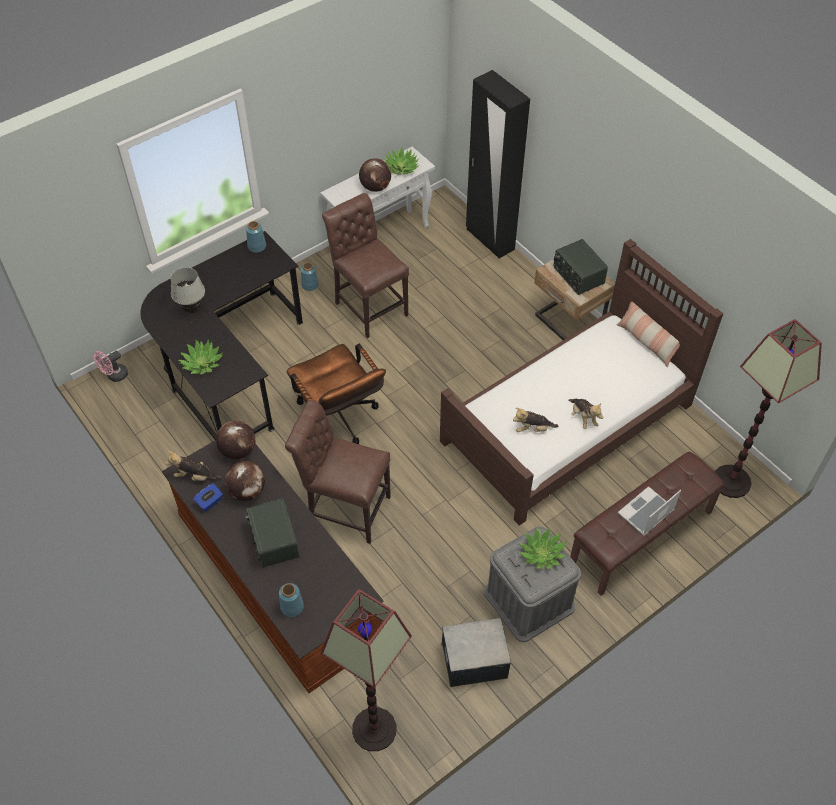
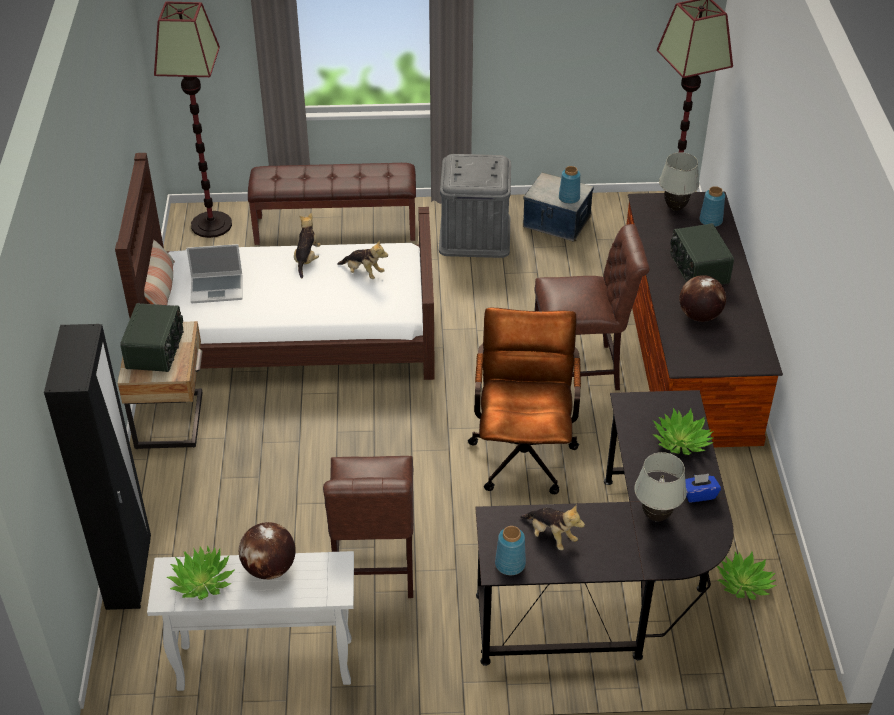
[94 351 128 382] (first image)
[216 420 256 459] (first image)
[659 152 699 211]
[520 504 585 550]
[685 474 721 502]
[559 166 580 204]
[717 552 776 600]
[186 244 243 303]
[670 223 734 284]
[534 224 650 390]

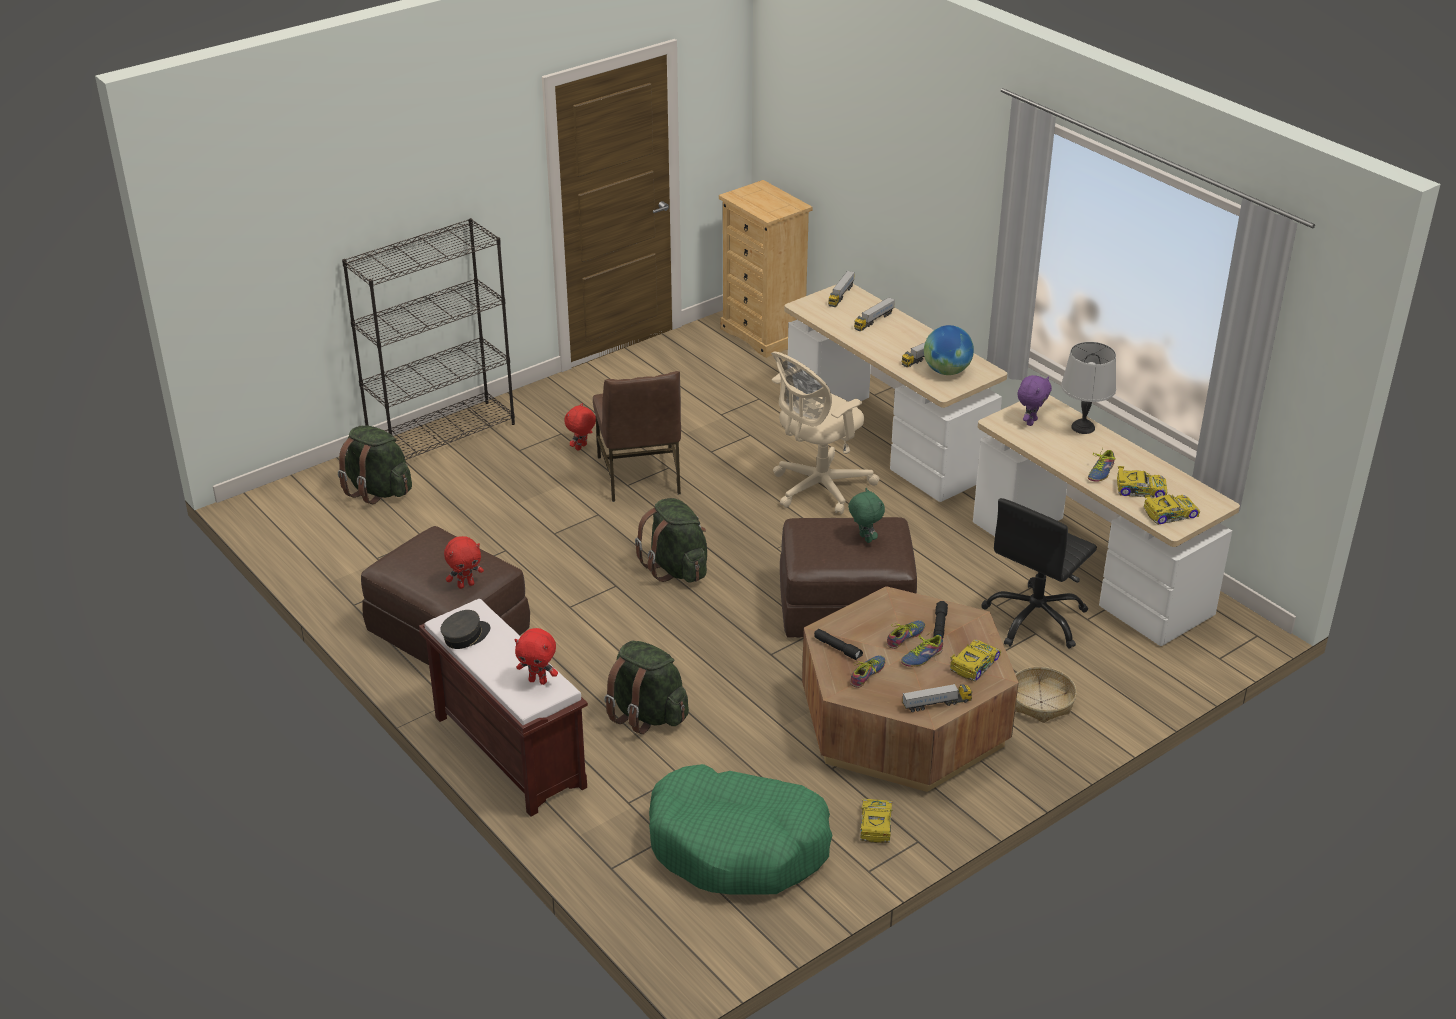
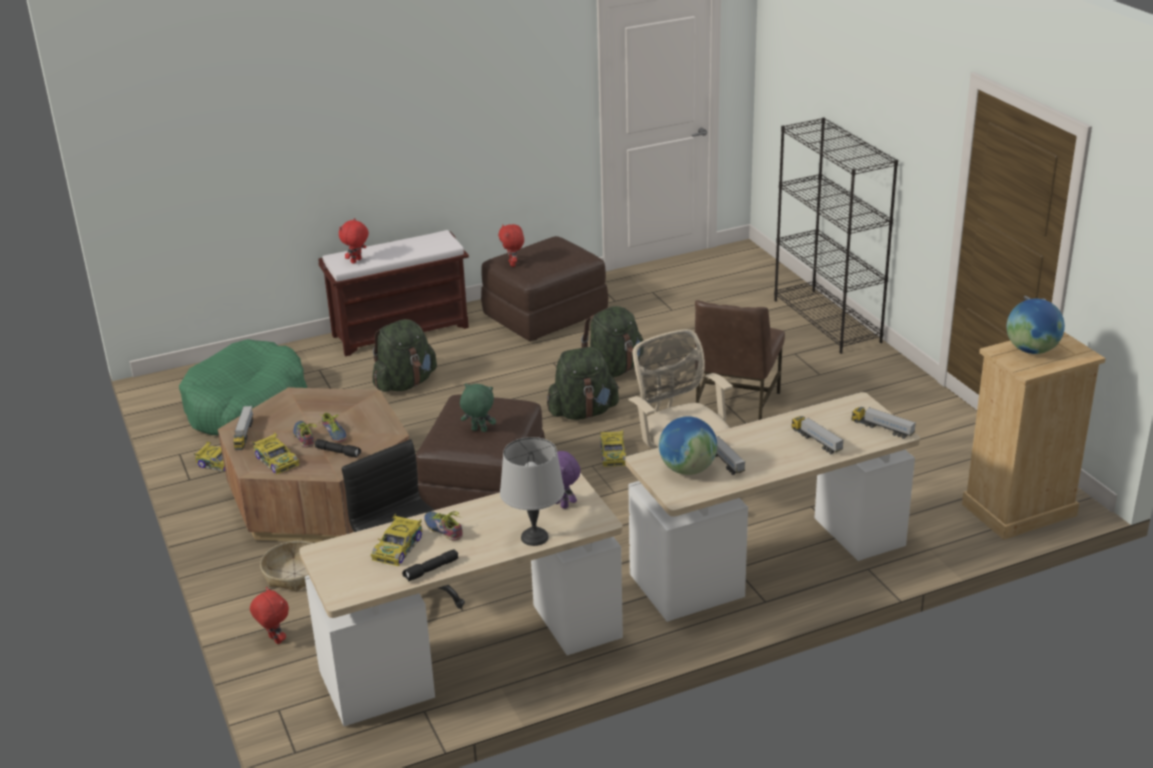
[441 610 490 649] (first image)
[850 655 885 688] (first image)
[1007 299 1065 354]
[581 306 643 377]
[250 587 289 644]
[402 549 458 581]
[600 430 626 467]
[695 300 785 420]
[460 383 496 432]

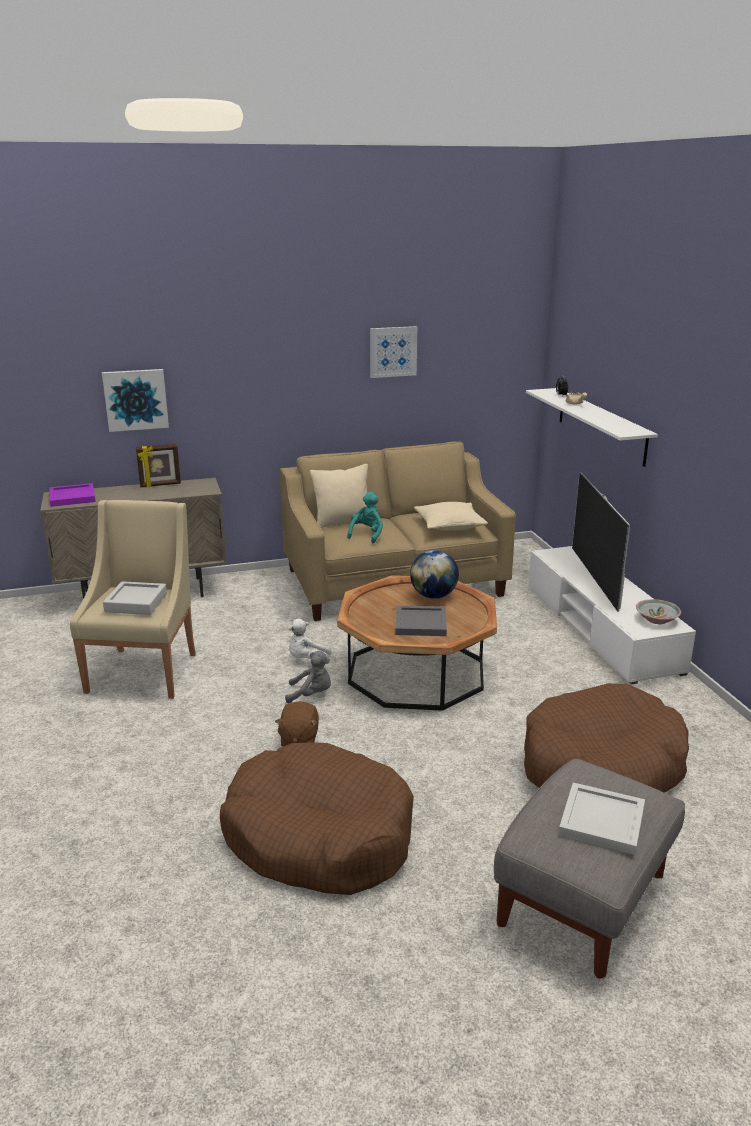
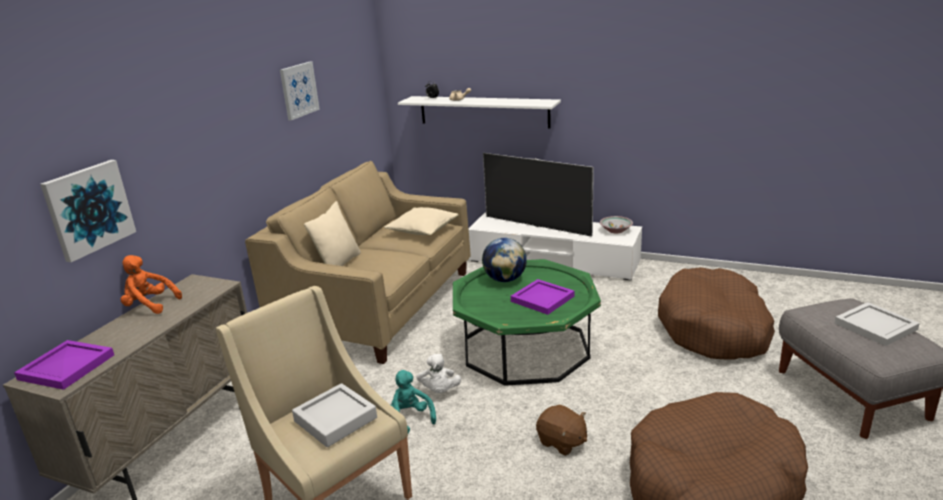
[285 651 331 703] (first image)
[391 370 436 433]
[120 255 182 314]
[453 259 601 386]
[511 279 574 315]

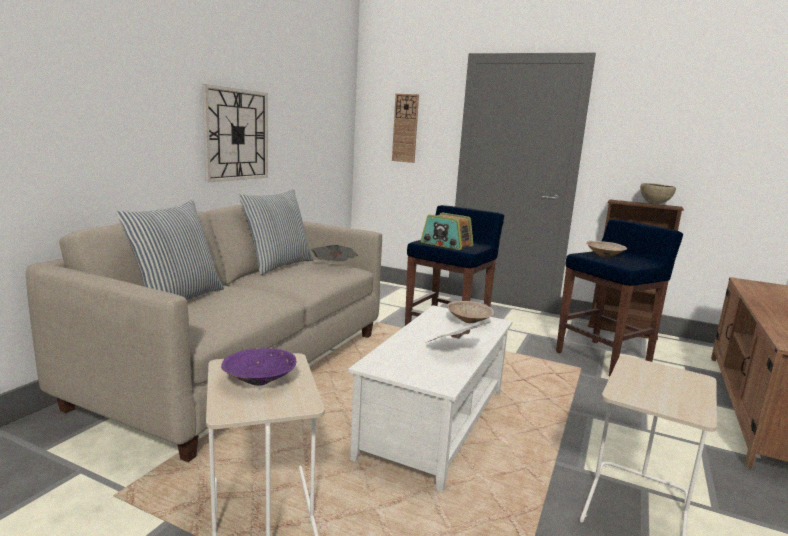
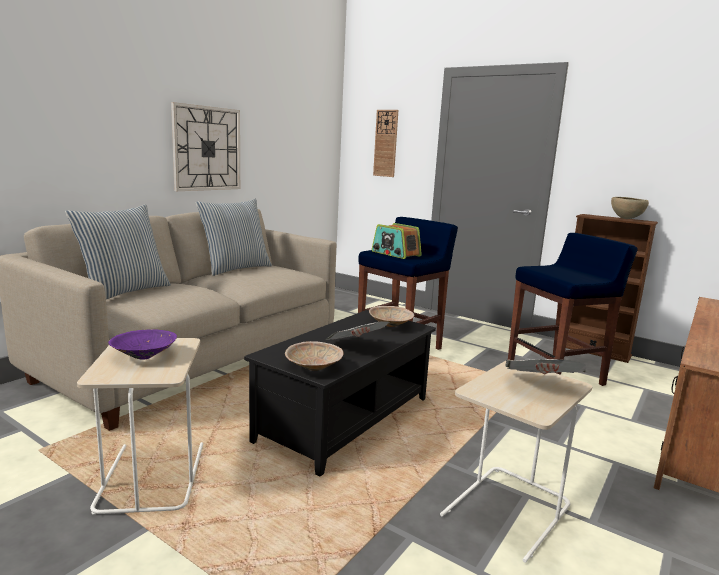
[505 359 586 375]
[285 341 343 371]
[244 310 436 476]

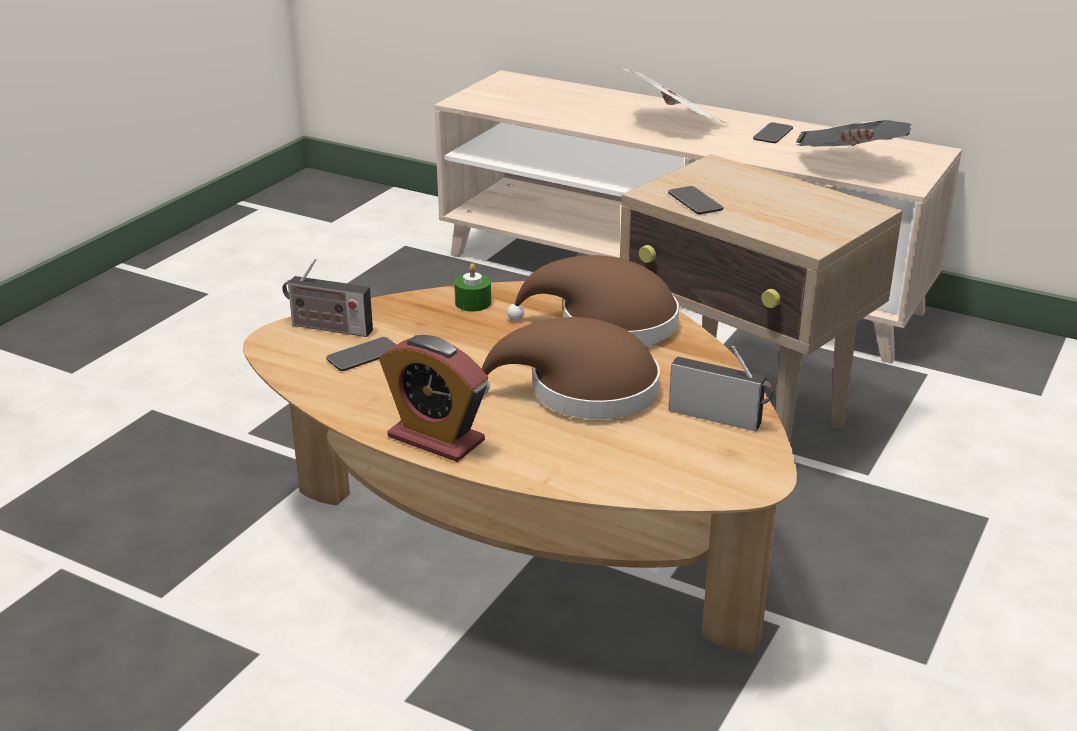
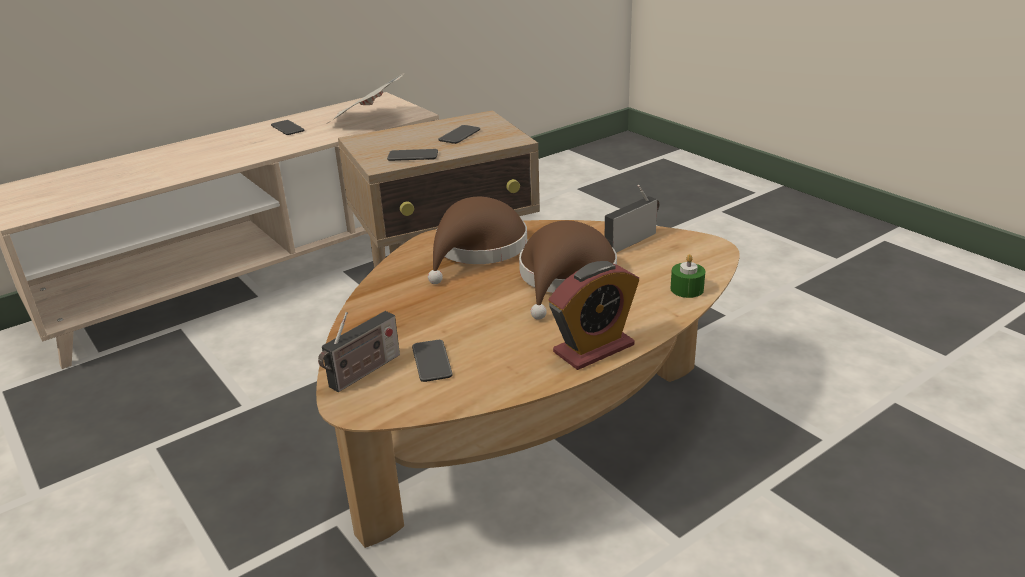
[624 69 730 123] (first image)
[439 125 480 144]
[670 254 705 298]

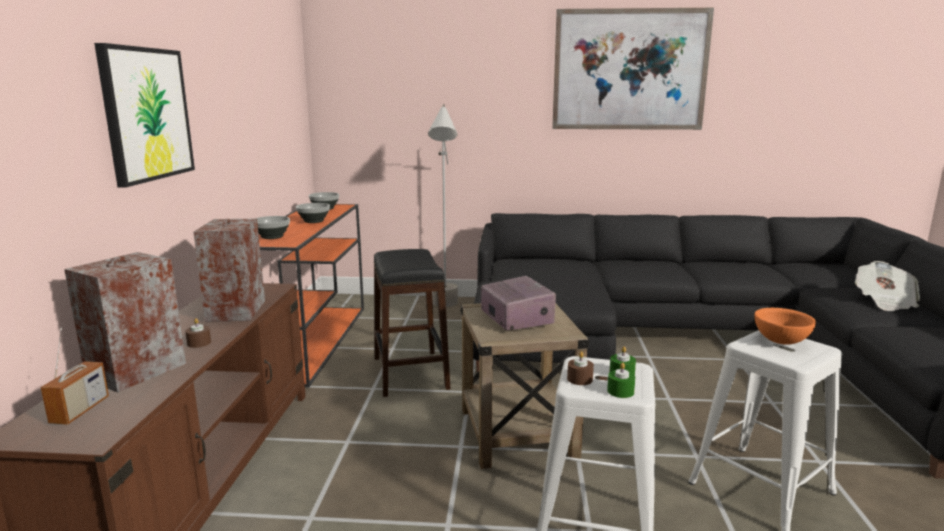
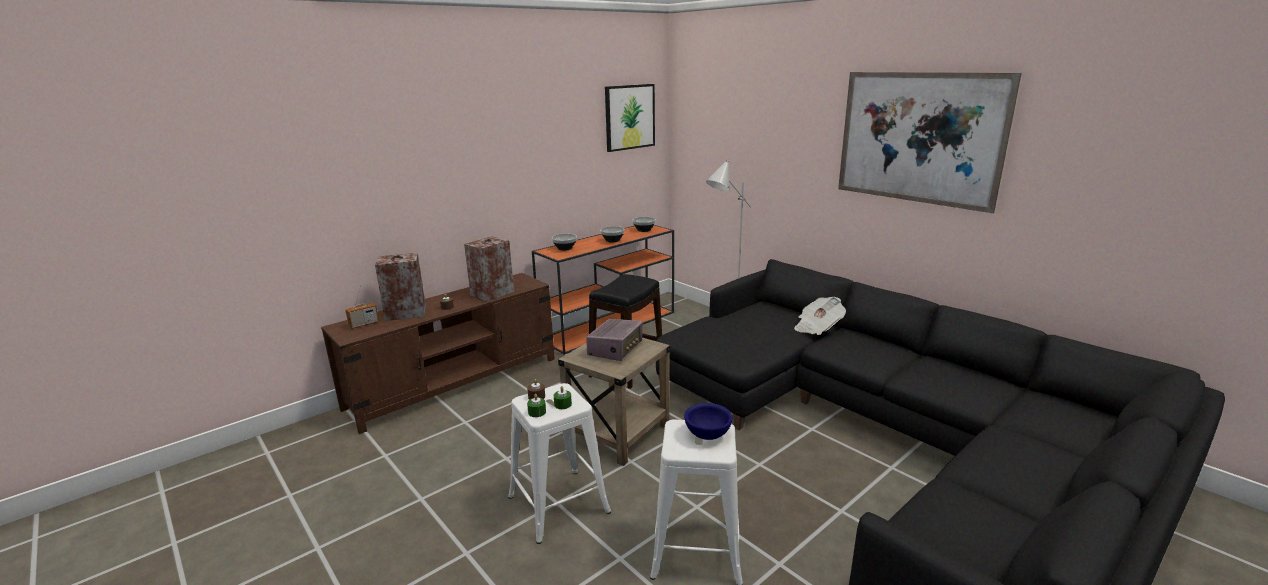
[605 84 655 152]
[794 297 846 335]
[684 403 733 440]

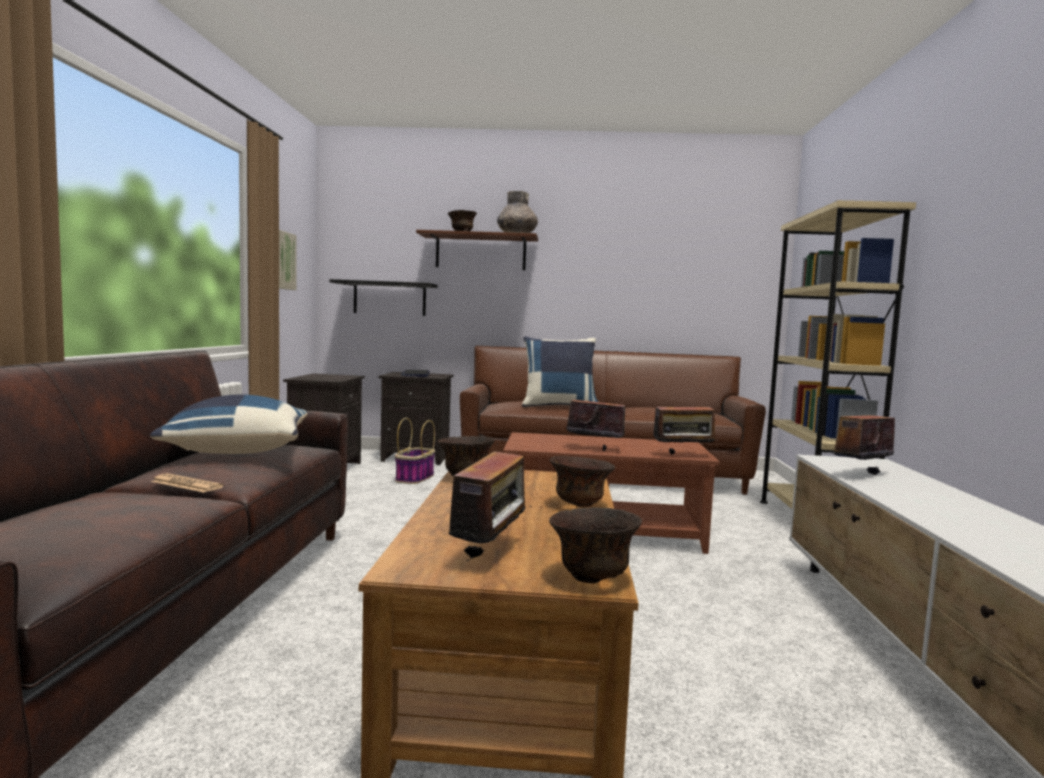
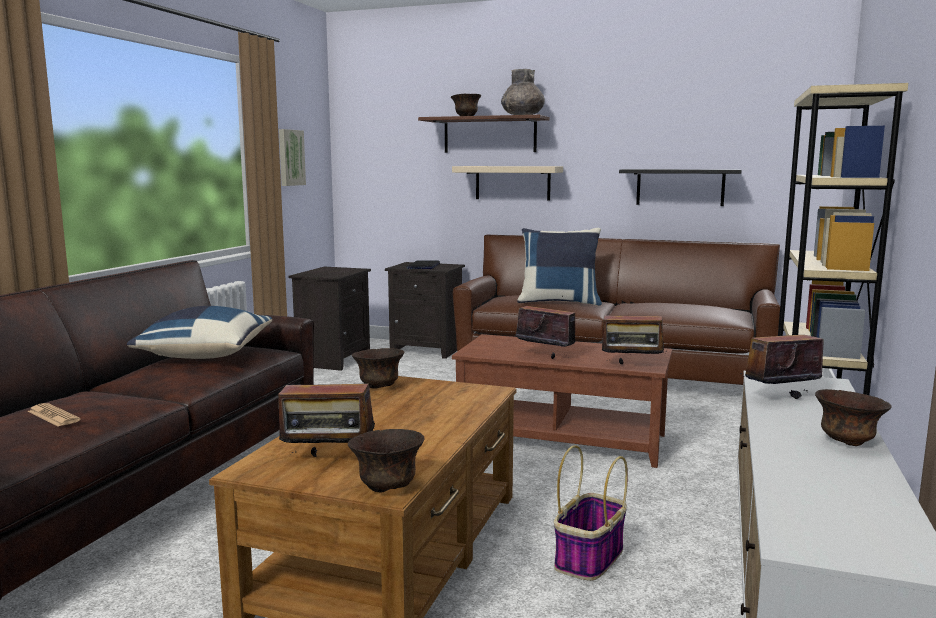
[452 166 563 201]
[27 403 80 427]
[619 169 742 206]
[554 445 628 581]
[815 389 892 446]
[278 370 375 457]

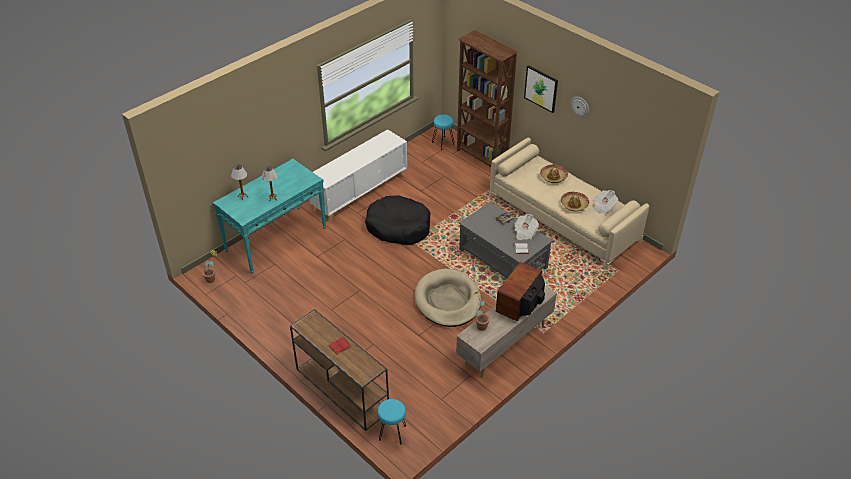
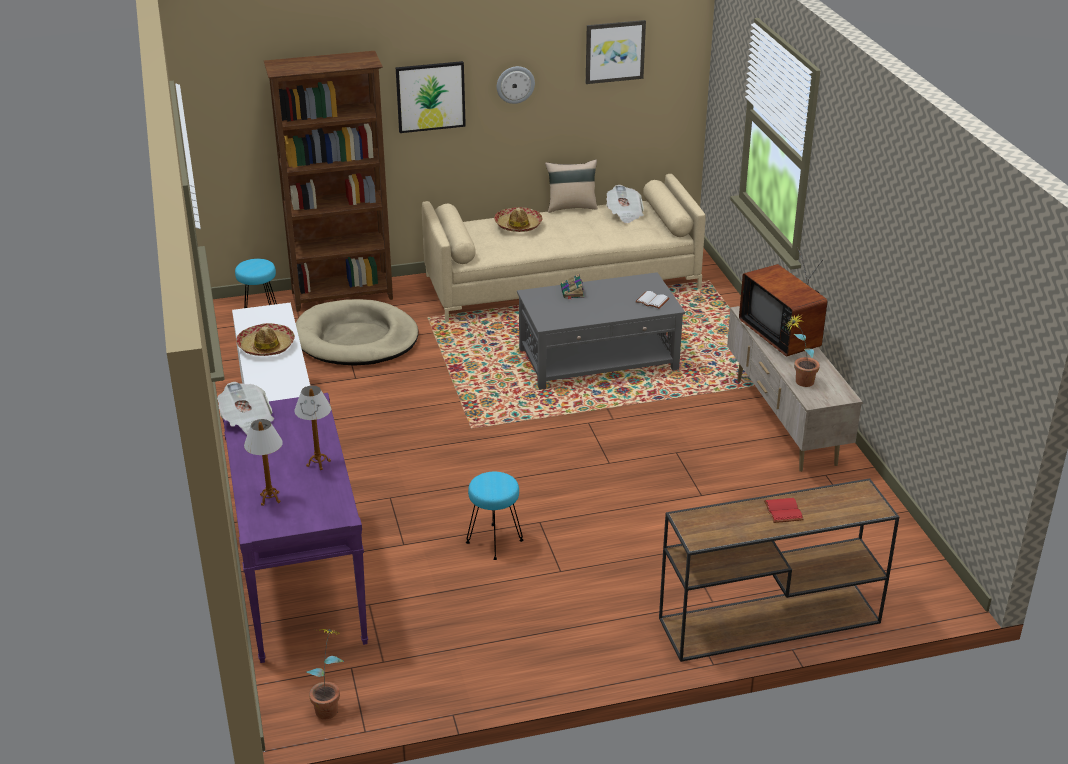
[365 195 430 245] (first image)
[545 159 598 213]
[586 20 646 84]
[466 472 523 560]
[296 299 418 366]
[217 382 274 434]
[236 323 295 356]
[223 393 368 663]

